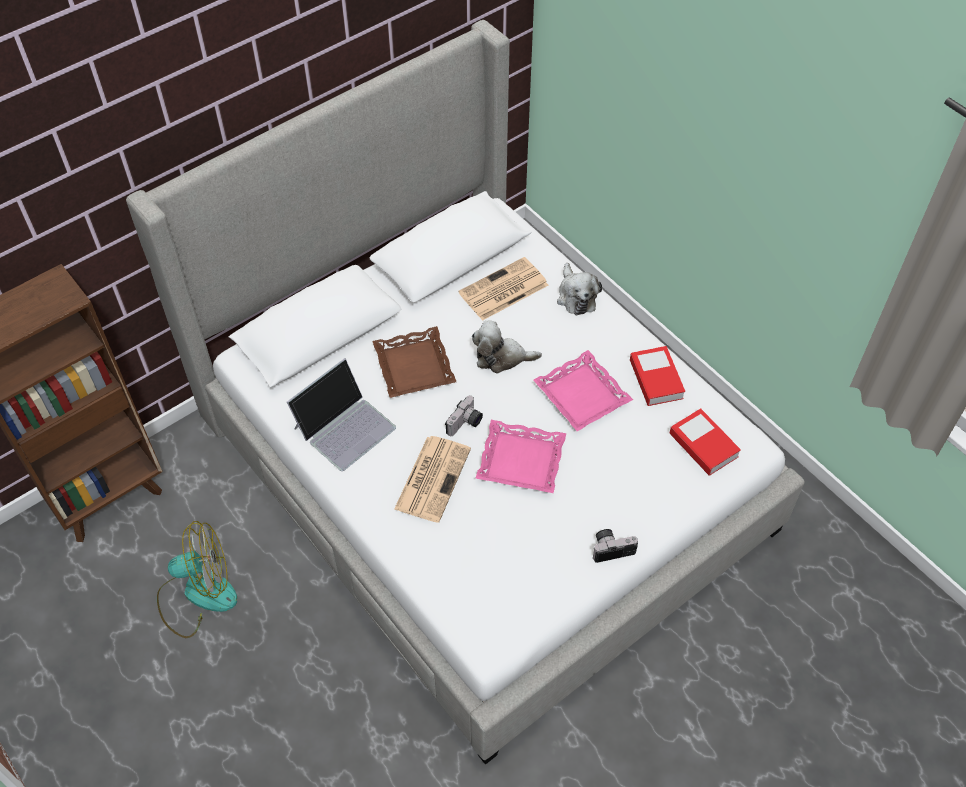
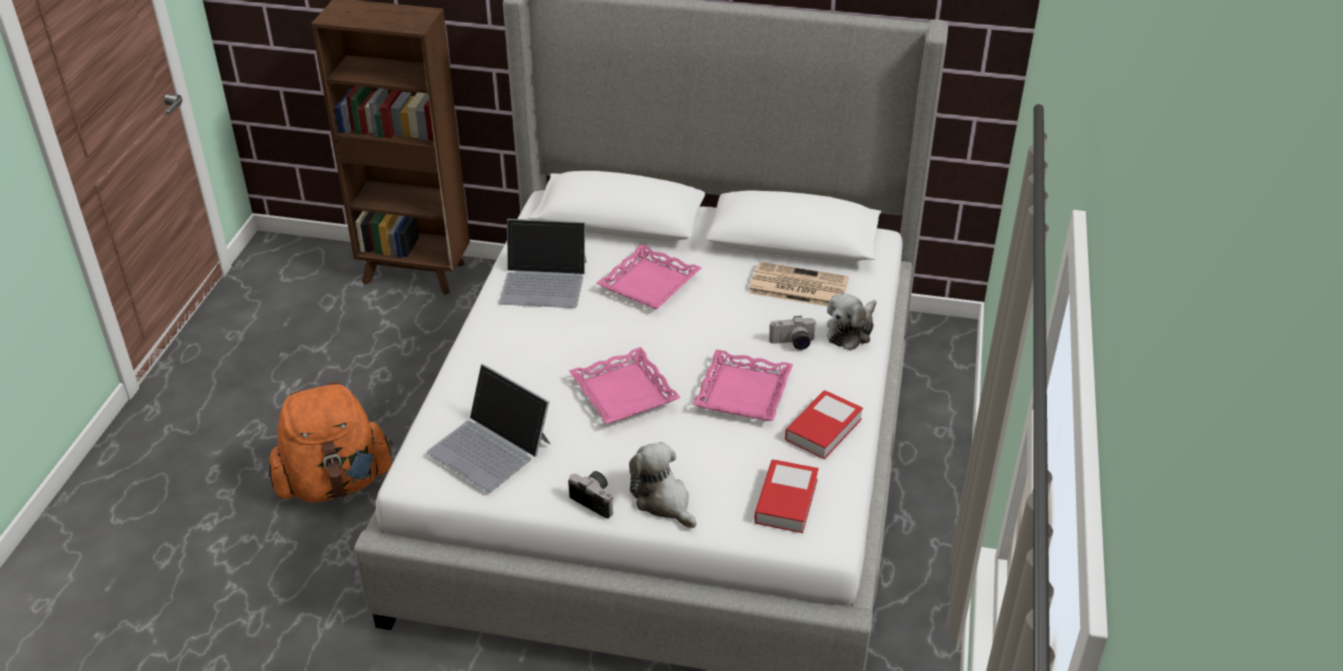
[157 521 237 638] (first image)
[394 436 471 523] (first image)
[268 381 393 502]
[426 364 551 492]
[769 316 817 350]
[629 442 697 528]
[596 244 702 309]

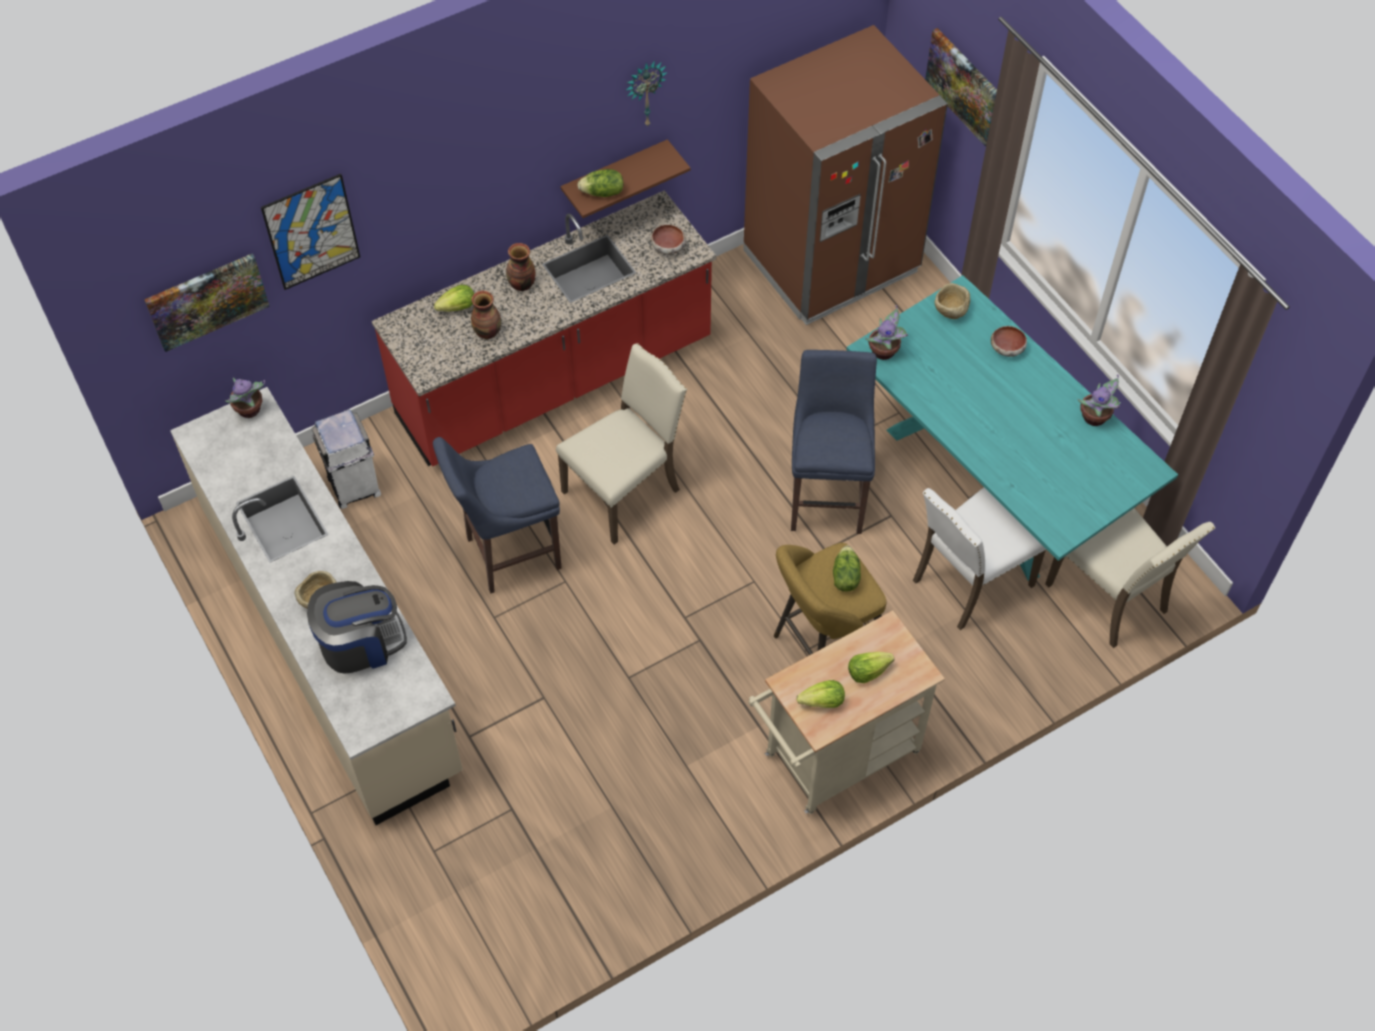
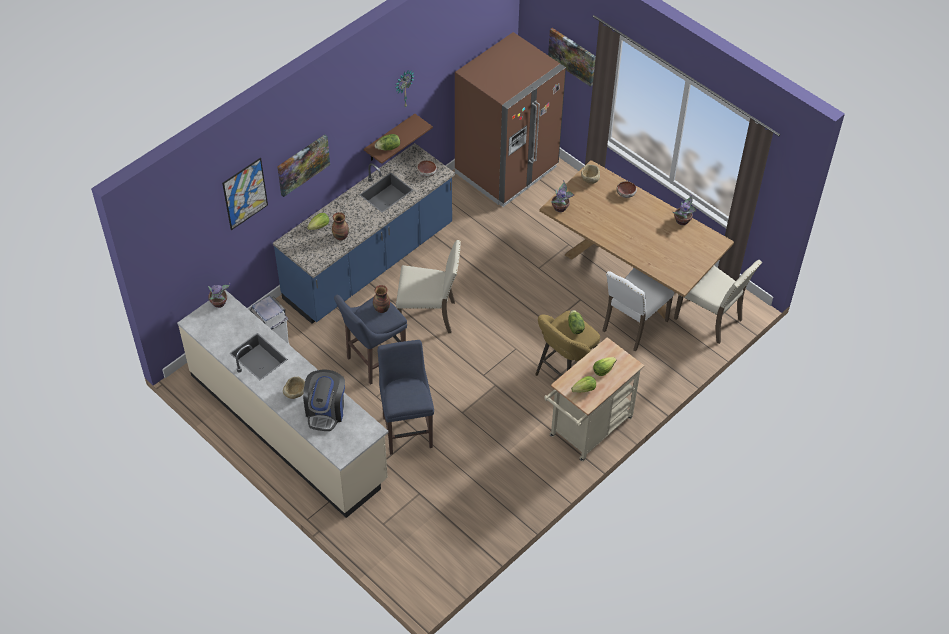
[277 135 330 197]
[373 285 390 313]
[378 340 434 455]
[273 143 455 324]
[539 160 734 319]
[303 369 345 431]
[396 240 461 333]

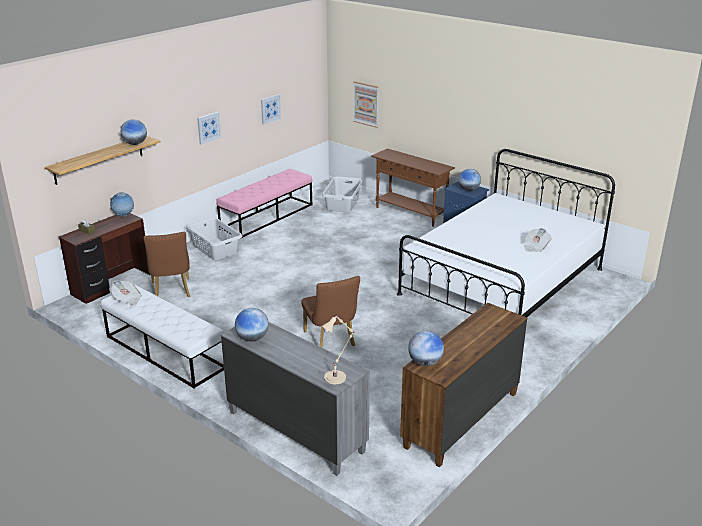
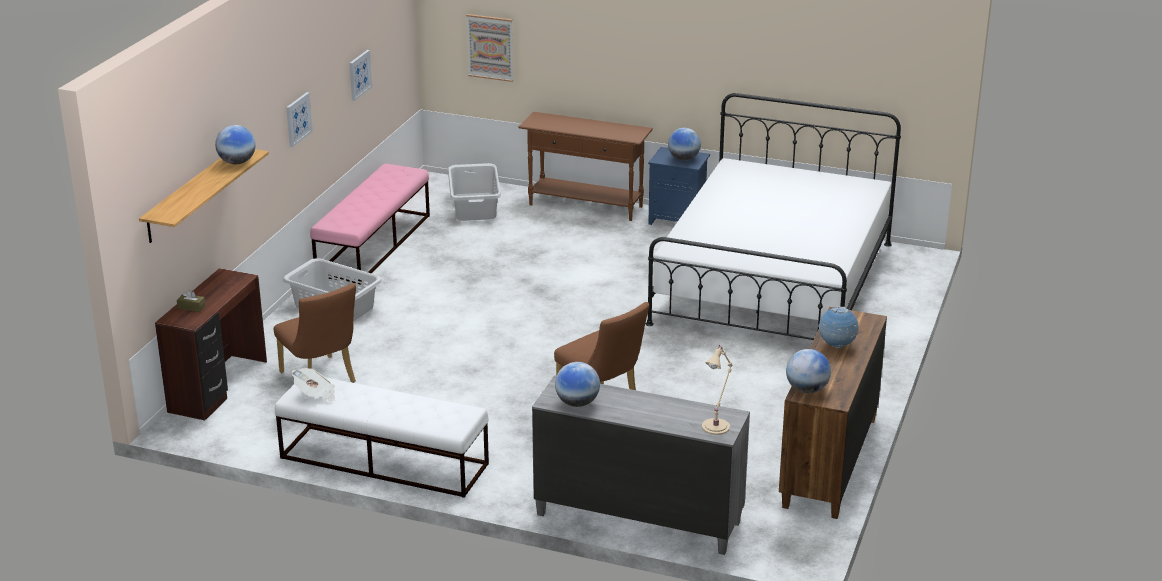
[524 228 552 252] (first image)
[818 306 859 348]

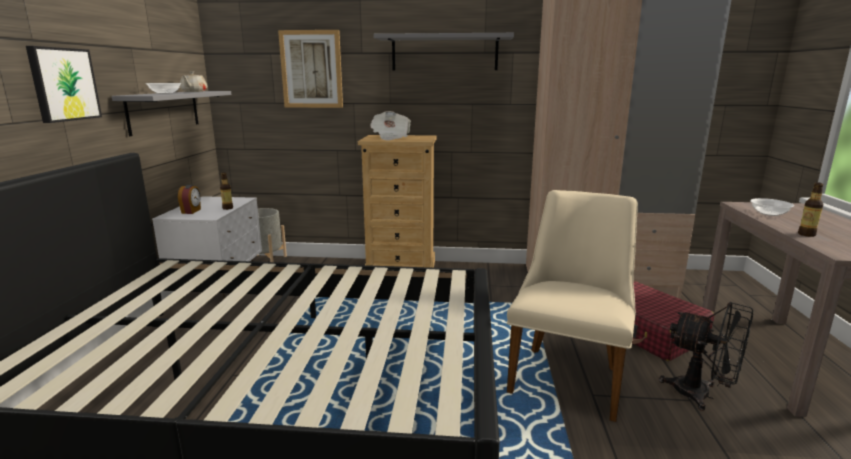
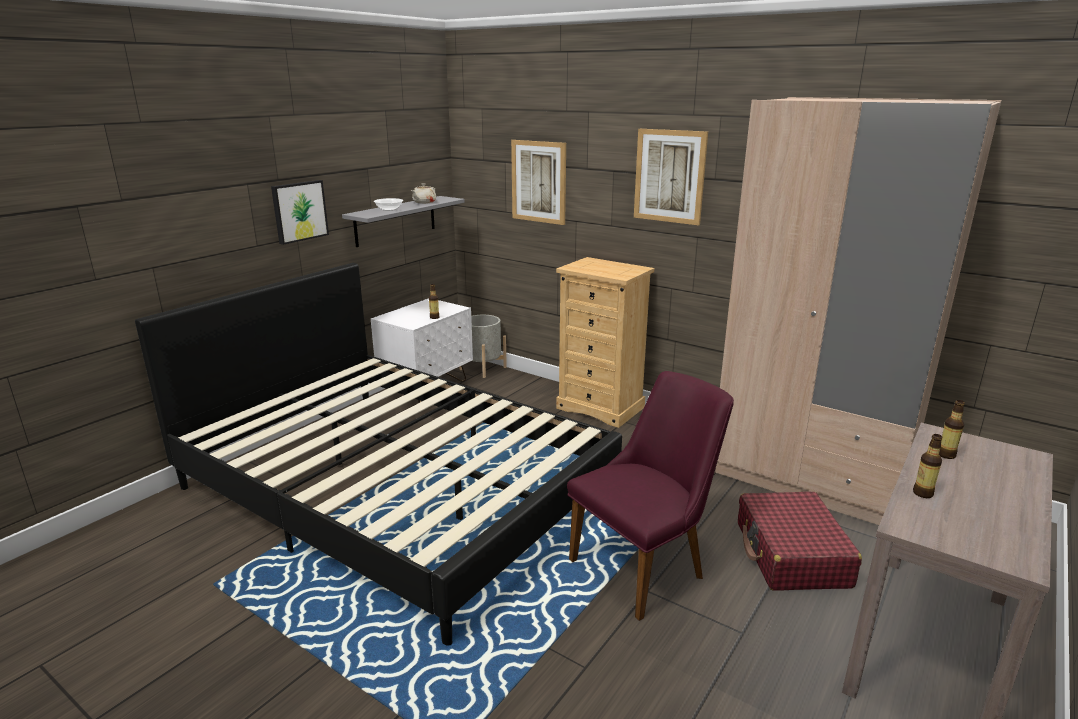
[178 185 201 214] (first image)
[370 111 411 140] (first image)
[659 302 753 411] (first image)
[634 129 708 225]
[939 400 965 459]
[567 371 734 621]

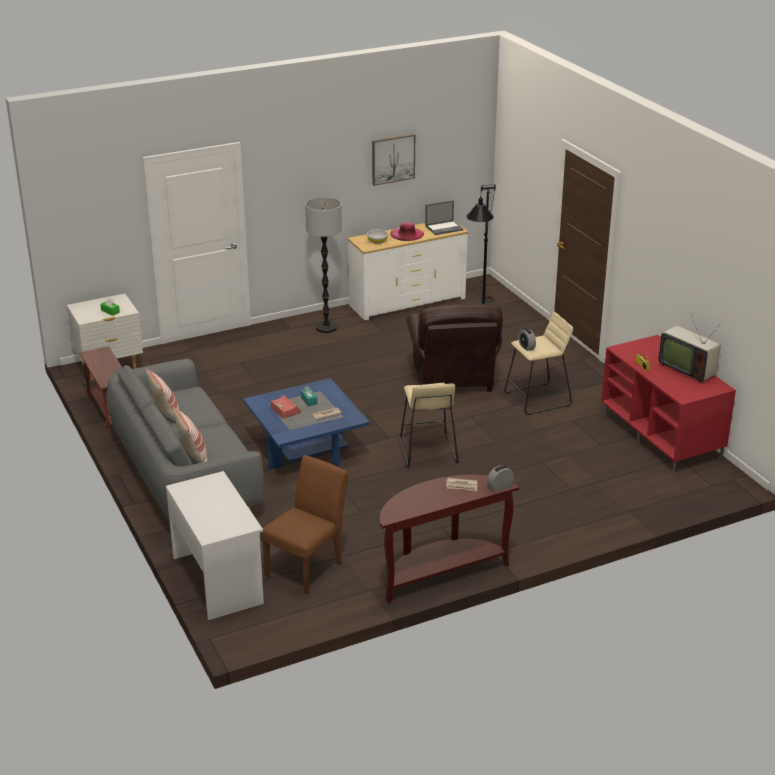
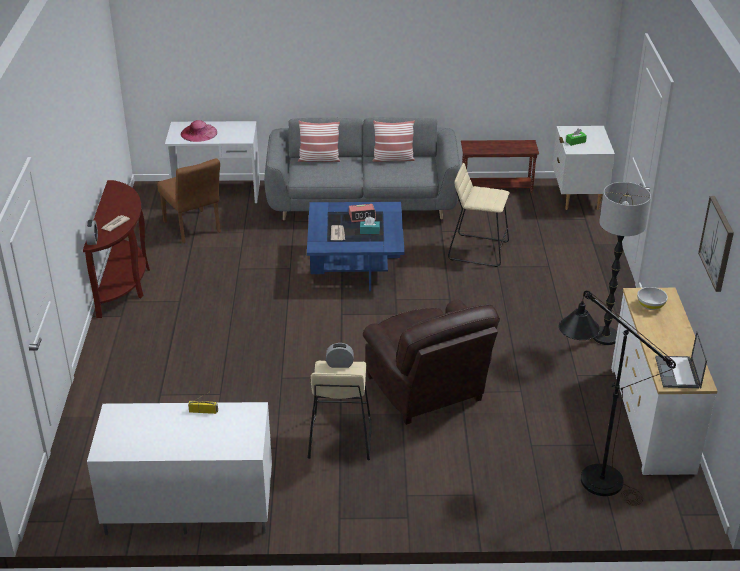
[658 314 721 383] (first image)
[181 120 217 142]
[448 163 509 267]
[87 402 272 535]
[363 300 500 425]

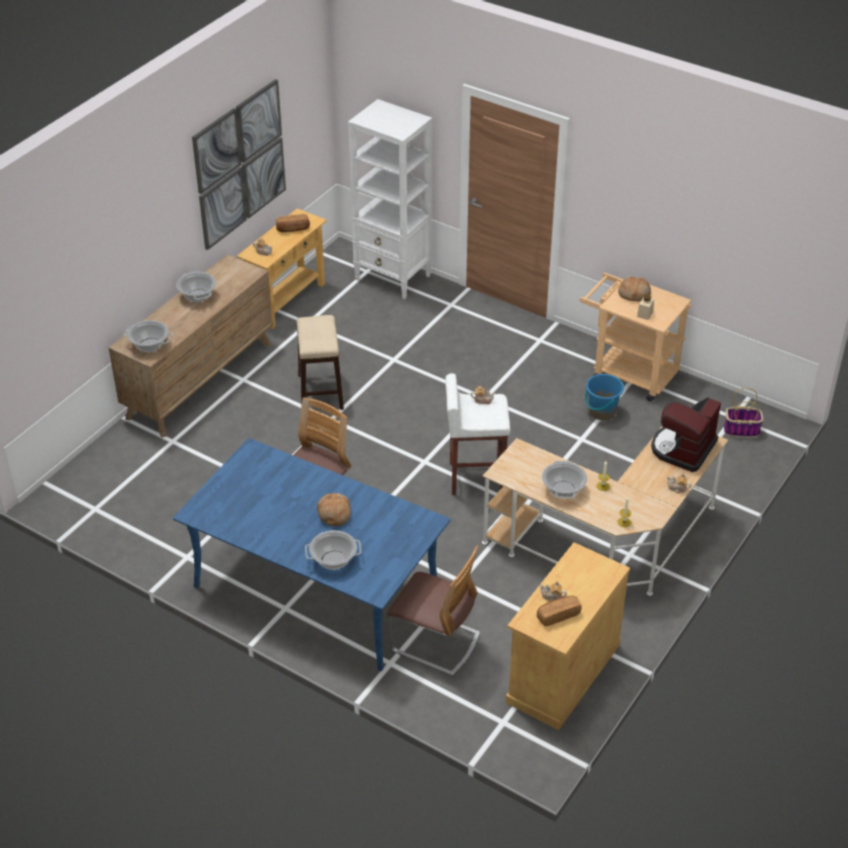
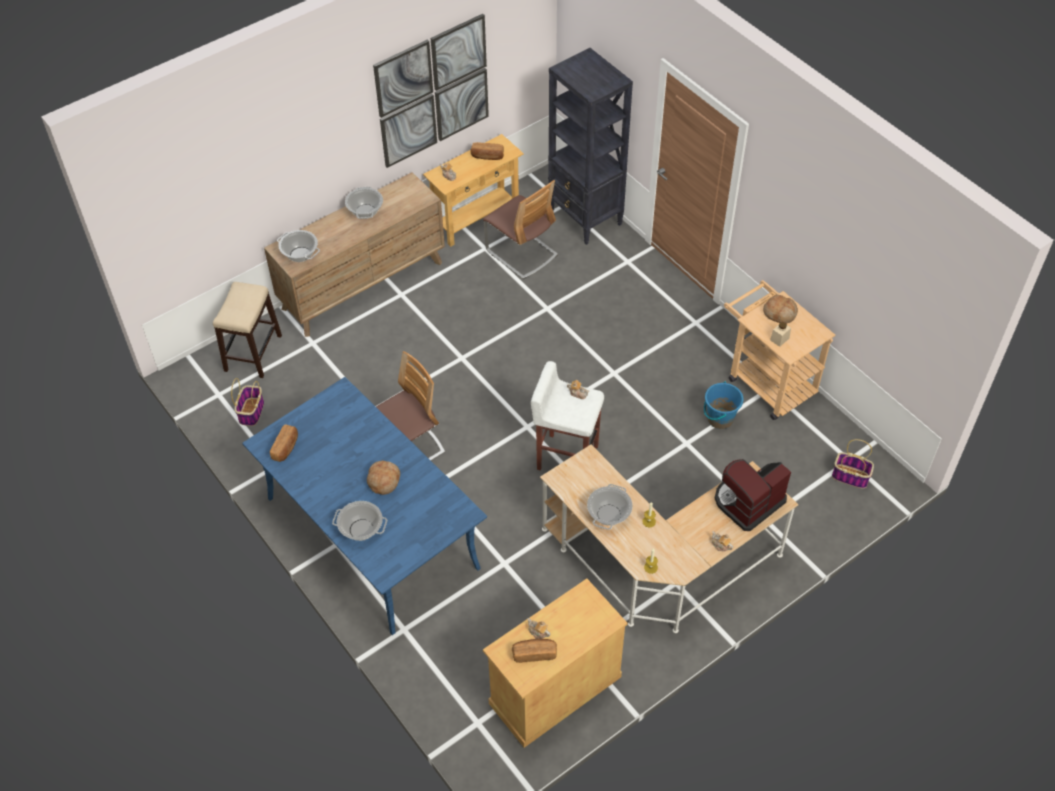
[231 378 264 426]
[270 424 298 462]
[213 282 282 378]
[483 180 558 279]
[548 48 633 245]

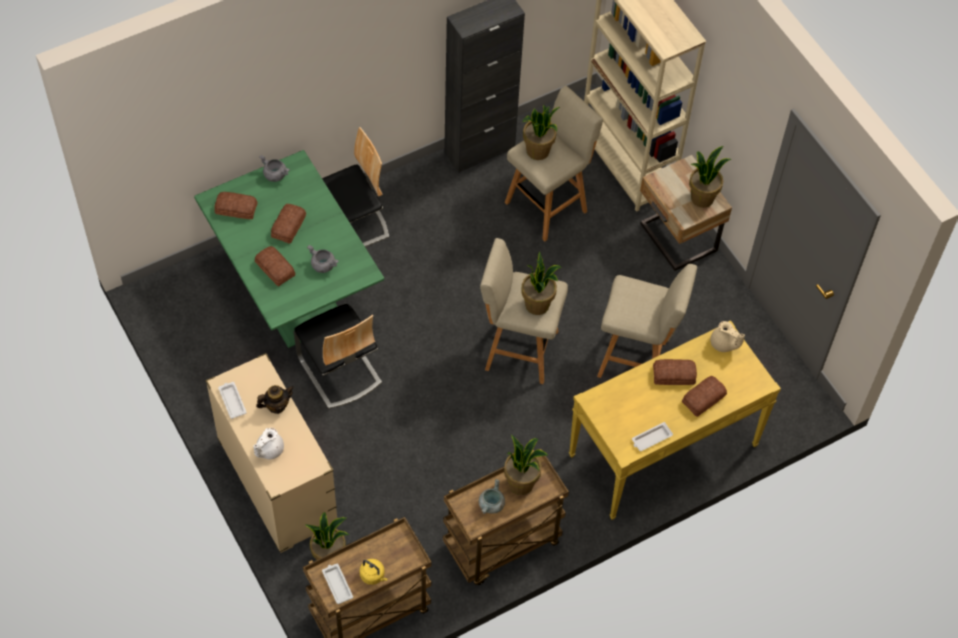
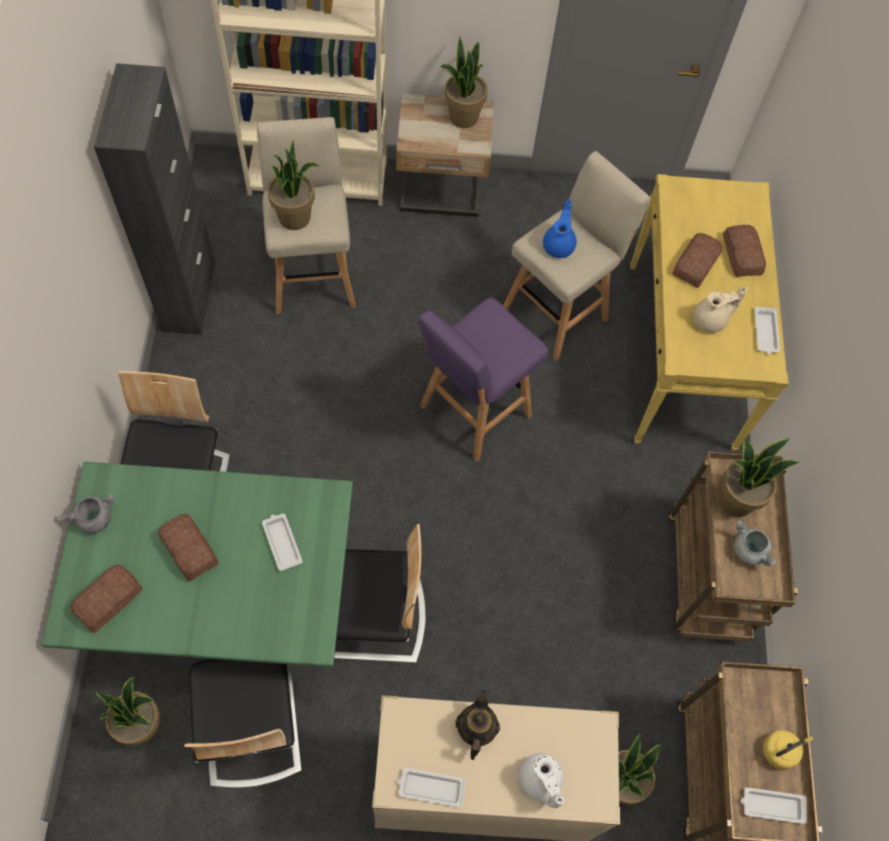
[255 246 295 286] (first image)
[184 659 302 788]
[543 199 577 258]
[95 677 160 746]
[693 287 747 333]
[262 513 303 571]
[419 298 548 462]

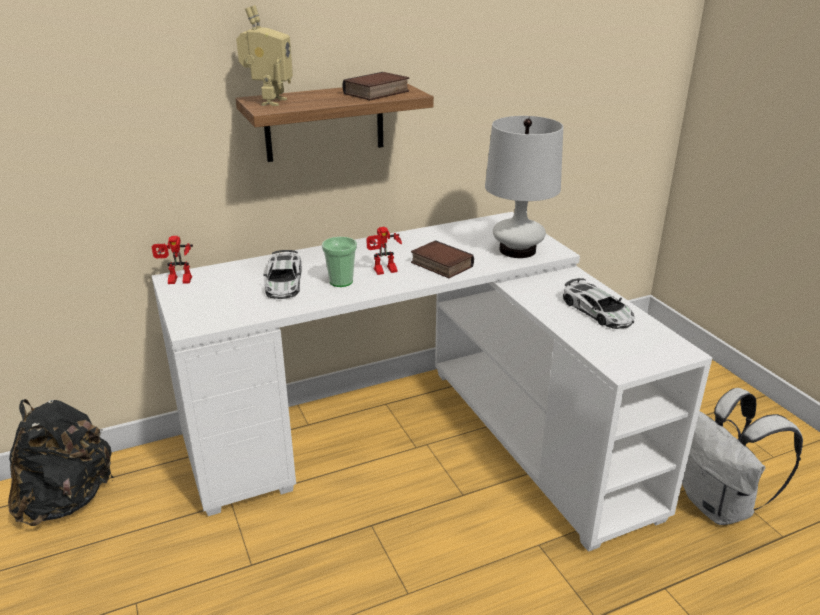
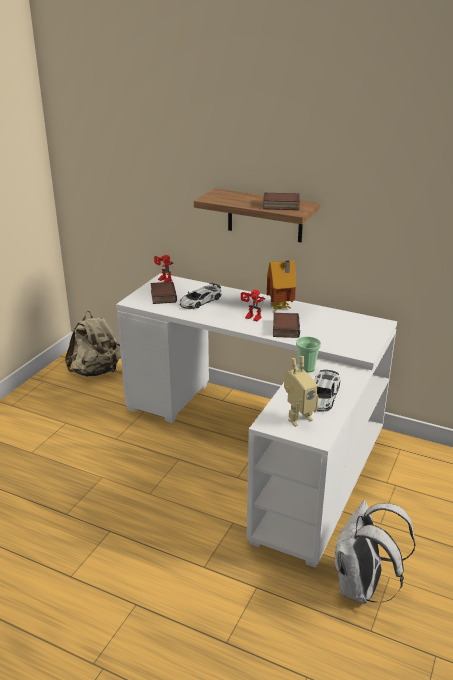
[485 116 563 258] (first image)
[150 282 177 304]
[267 260 296 310]
[284 356 318 427]
[296 336 321 373]
[65 311 121 377]

